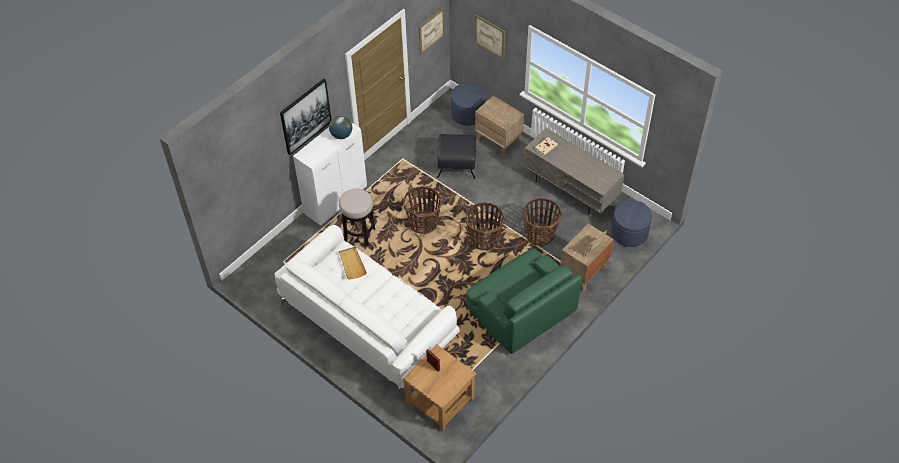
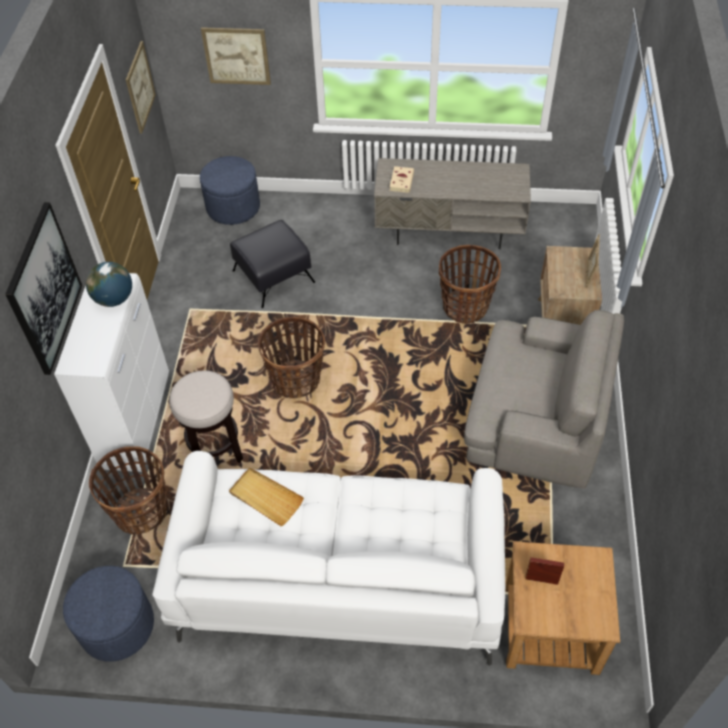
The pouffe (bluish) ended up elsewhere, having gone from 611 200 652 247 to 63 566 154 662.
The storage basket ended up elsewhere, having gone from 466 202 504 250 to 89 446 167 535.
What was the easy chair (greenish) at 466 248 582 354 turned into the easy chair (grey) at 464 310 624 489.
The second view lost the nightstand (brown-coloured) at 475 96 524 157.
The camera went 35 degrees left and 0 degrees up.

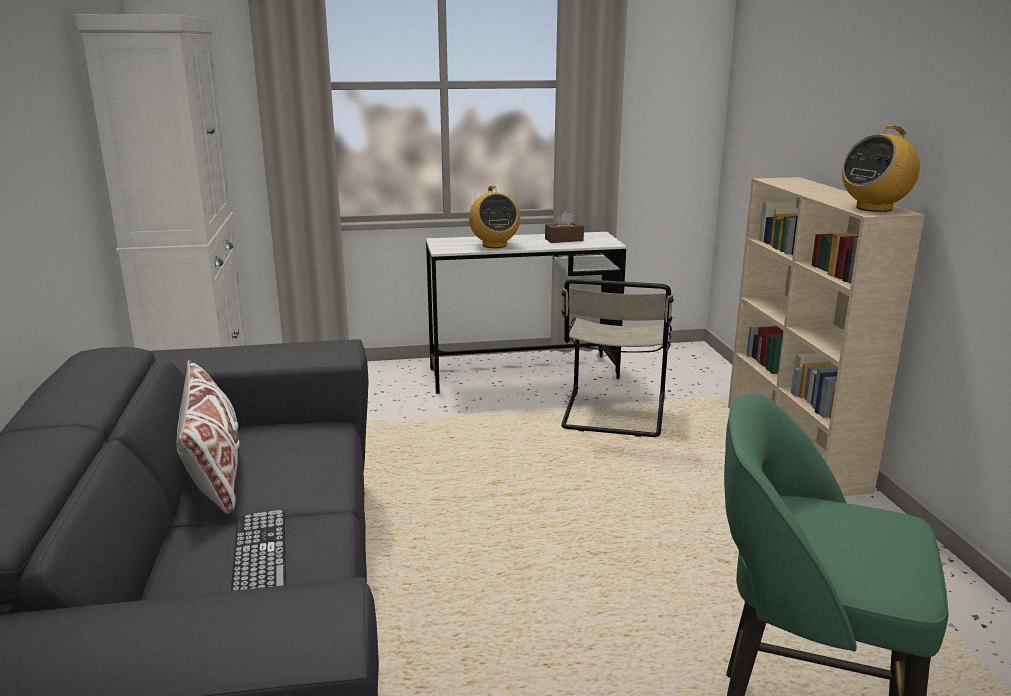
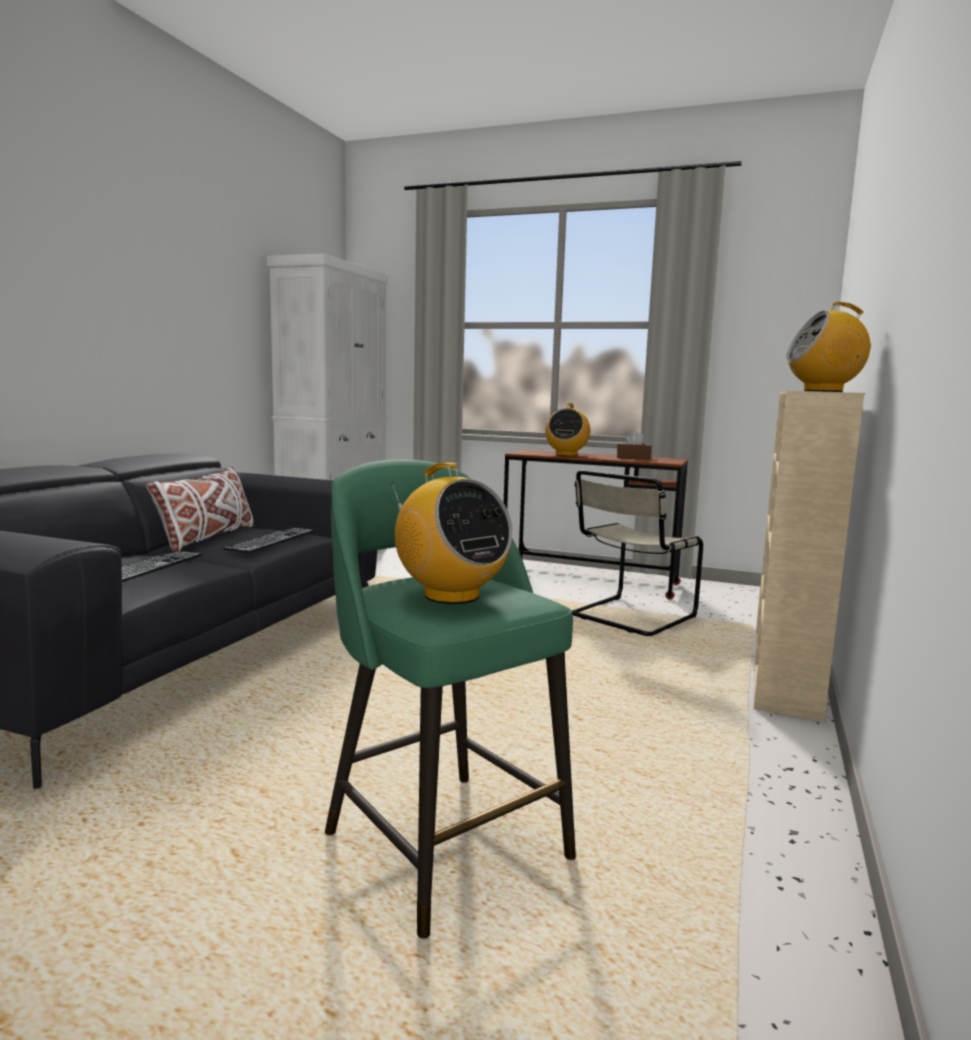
The second view gained the keyboard at 223 528 314 553.
The second view gained the radio set at 391 463 513 604.
What was the desk (white-coloured) at 426 232 627 394 turned into the desk (brown-coloured) at 504 450 688 600.
The camera went 30 degrees right and 10 degrees down.

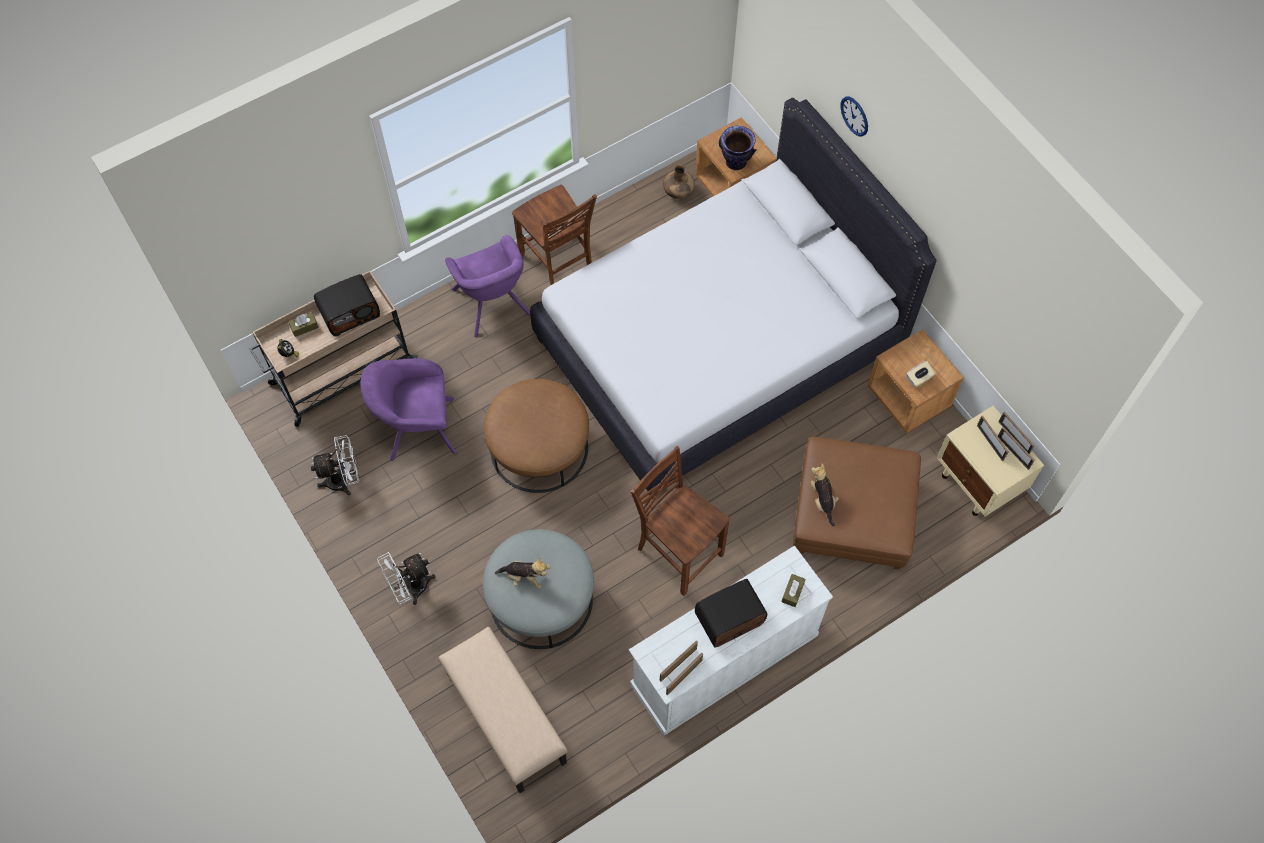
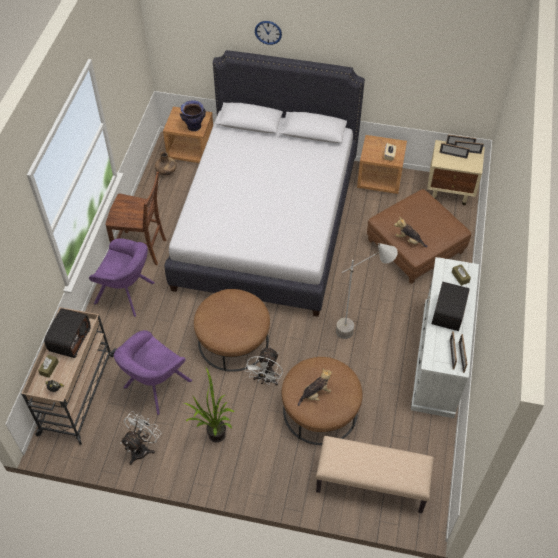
The second view gained the houseplant at 184 368 235 442.
The cooling fan (white-coloured) ended up elsewhere, having gone from 377 552 436 605 to 245 346 283 386.
What was the pouffe (grey) at 483 529 594 649 turned into the pouffe (brown-coloured) at 281 357 363 445.
Where the plain chair (brown-coloured) stood at 631 446 730 596, the standing lamp (grey) came to stand at 336 243 398 339.
The camera went 45 degrees left and 10 degrees down.

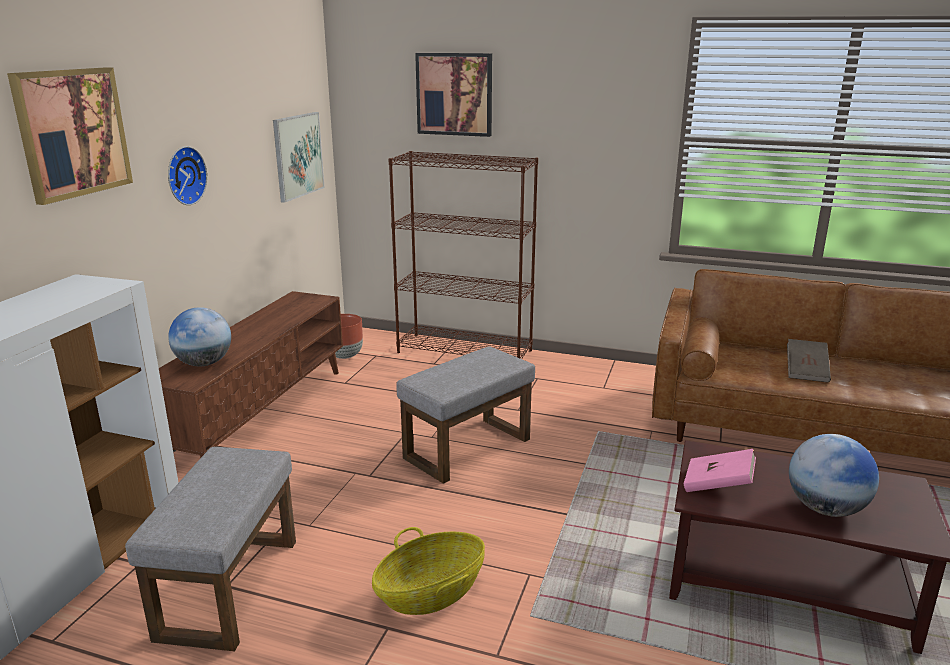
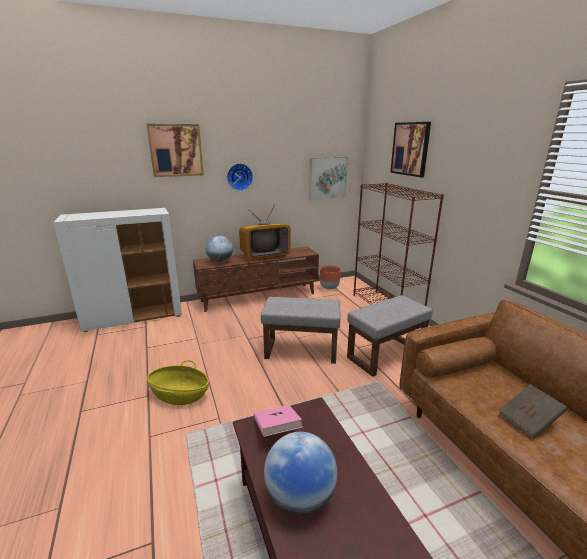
The second view gained the television at 239 205 291 261.
The pouffe (grey) ended up elsewhere, having gone from 125 447 296 651 to 347 295 433 377.
The camera went 50 degrees right and 0 degrees up.

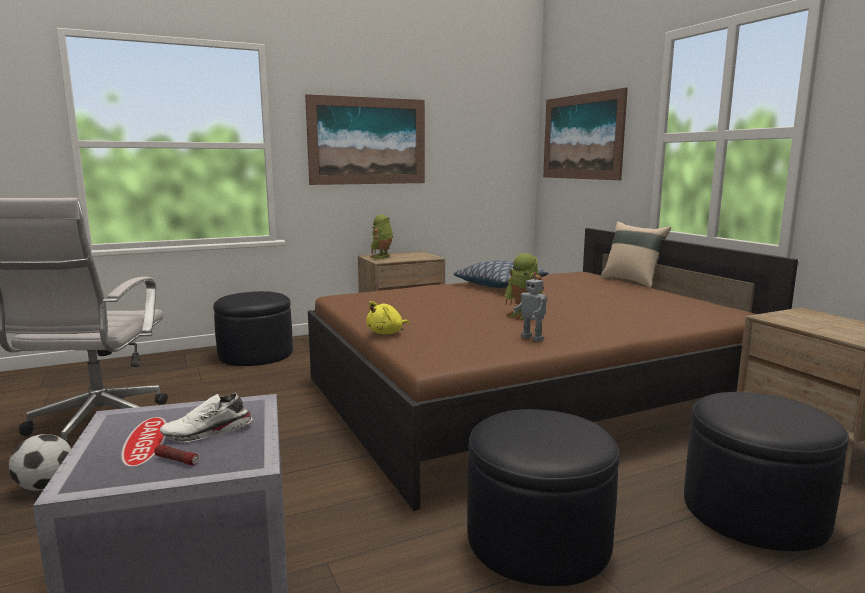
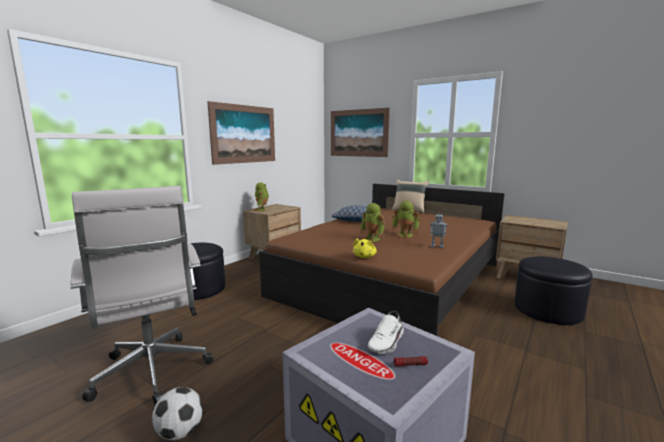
The second view gained the toy robot at 360 203 386 242.
The second view lost the pouffe (blackish) at 467 409 620 586.
The camera went 30 degrees left and 0 degrees up.

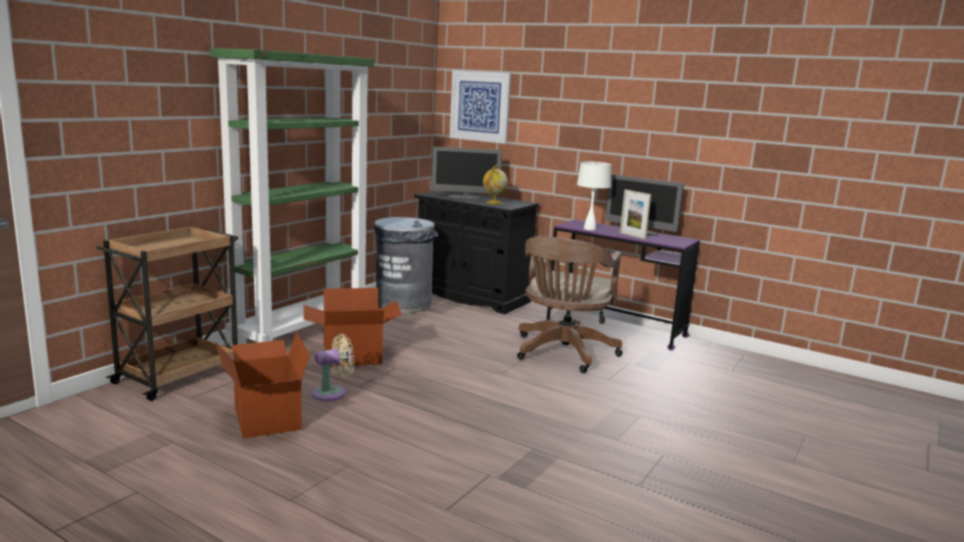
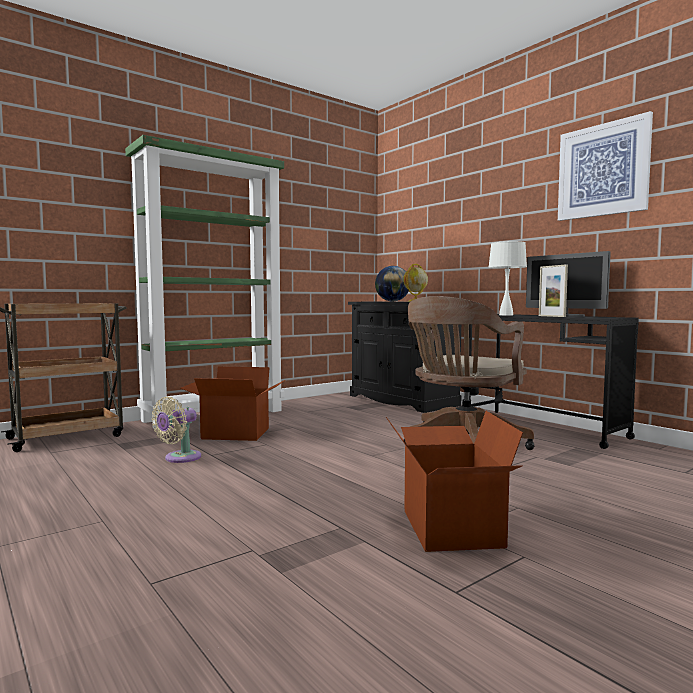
The cooling fan (beige-coloured) at 312 334 355 401 ended up facing another way, 135 degrees clockwise from before.
Where the computer screen stood at 431 147 502 199, the world globe came to stand at 375 266 409 302.
The carton ended up elsewhere, having gone from 216 331 310 439 to 386 411 523 552.
What was the desk (purplish) at 547 219 700 351 turned into the desk (blackish) at 469 314 639 449.
The wall picture ended up elsewhere, having gone from 450 70 511 144 to 558 111 653 221.
The second view lost the waste bin (grey) at 374 217 438 314.
The camera went 20 degrees right and 10 degrees down.

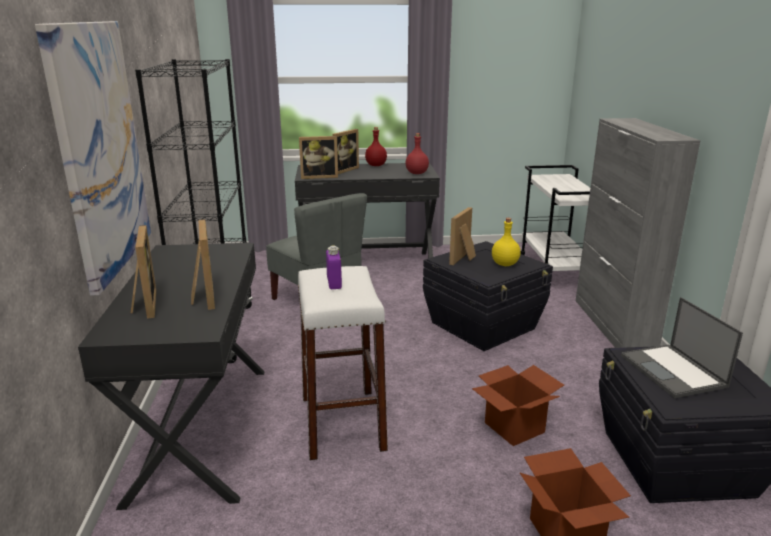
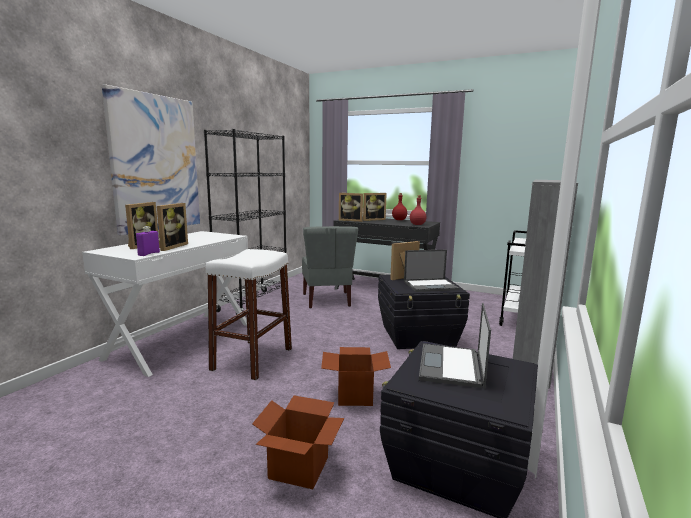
What was the desk (blackish) at 78 243 265 510 turned into the desk (white-coloured) at 82 231 248 377.
The beverage bottle (purplish) ended up elsewhere, having gone from 326 246 342 289 to 136 226 160 256.
Where the beverage bottle (yellow) stood at 492 218 521 266, the portable computer came to stand at 404 250 460 292.
The camera went 30 degrees right and 10 degrees down.

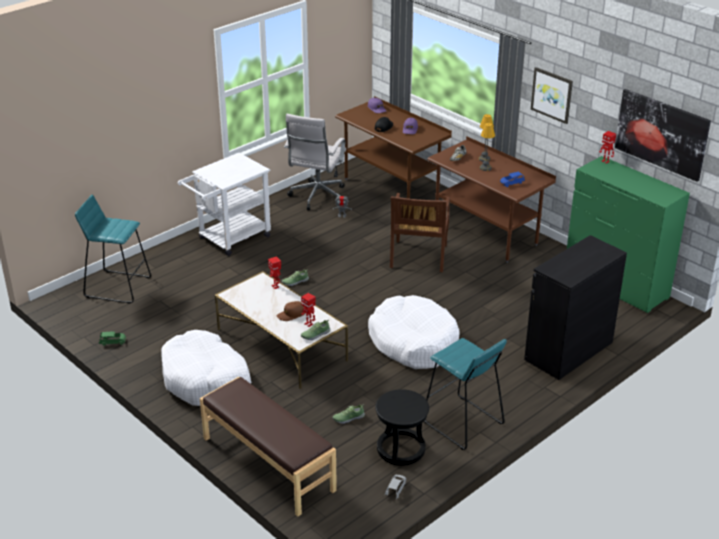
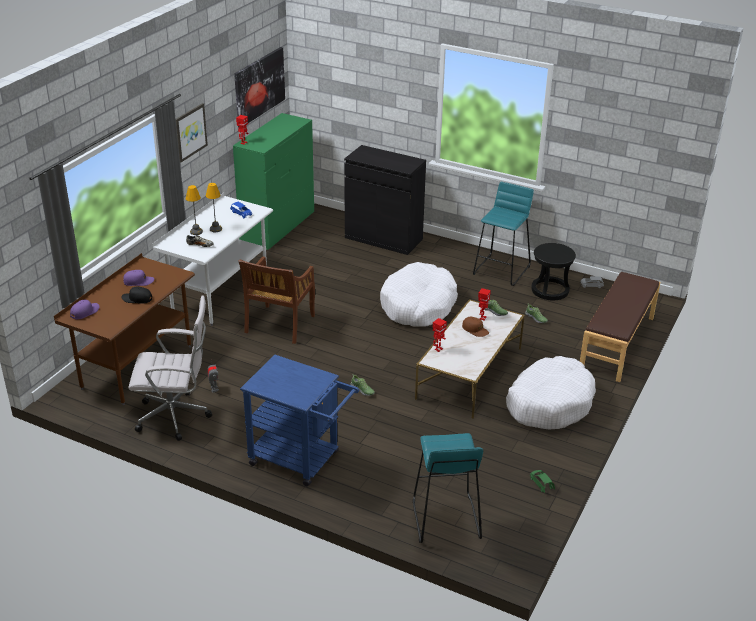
What was the desk (brown-coloured) at 427 136 556 263 turned into the desk (white-coloured) at 153 193 273 326.
The plain chair (brown-coloured) at 390 193 450 272 ended up facing another way, 120 degrees clockwise from before.
What was the wheeled cart (white-coloured) at 178 153 271 256 turned into the wheeled cart (bluish) at 240 355 359 486.
The camera went 110 degrees left and 0 degrees up.

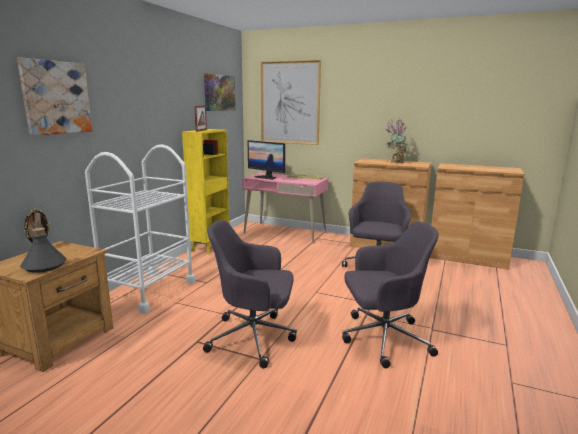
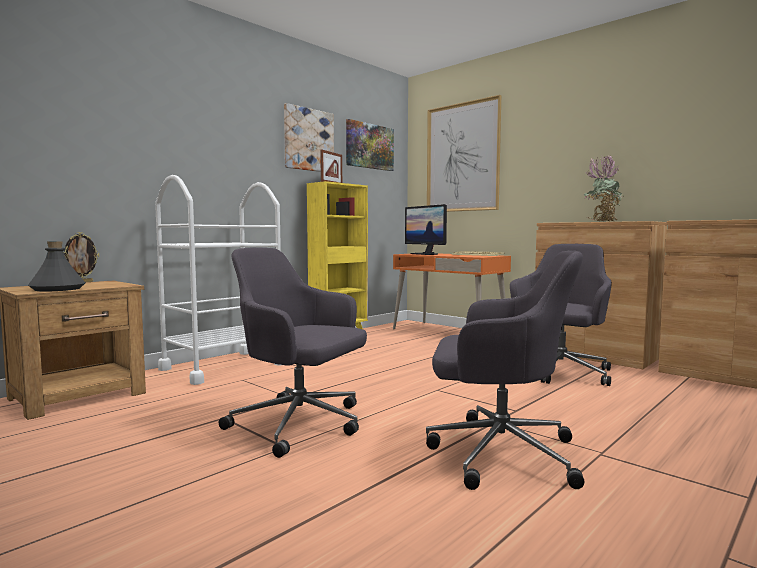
The wall picture ended up elsewhere, having gone from 17 58 92 136 to 284 103 334 172.
What was the desk (pinkish) at 242 173 328 244 turned into the desk (orange) at 393 253 511 329.
The camera went 20 degrees right and 10 degrees down.

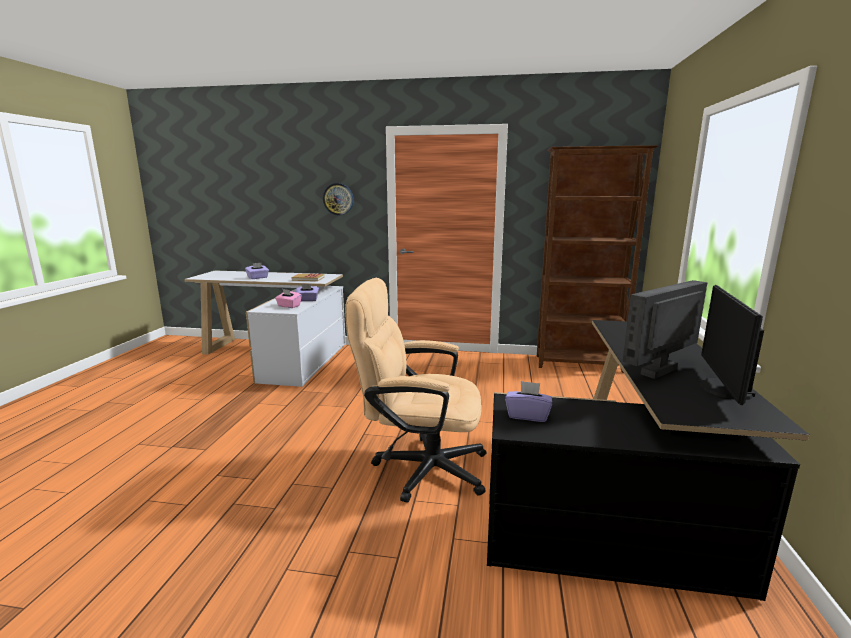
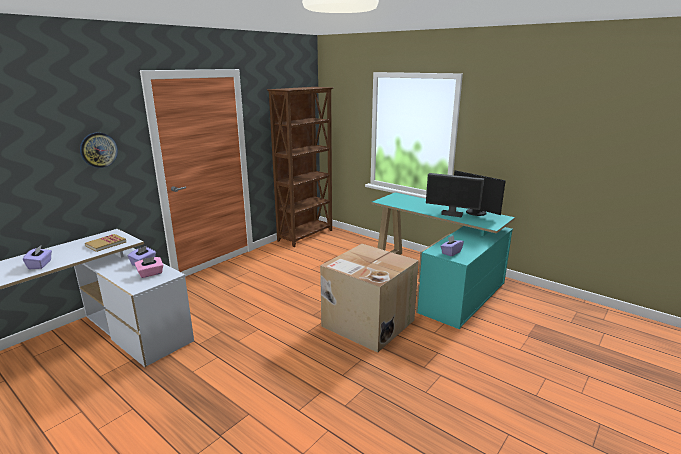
Where the office chair (beige-coloured) stood at 345 278 487 503, the carton came to stand at 320 244 419 353.
What was the desk (blackish) at 487 320 809 601 turned into the desk (turquoise) at 371 192 515 329.
The computer screen at 622 280 708 379 ended up facing another way, 60 degrees counterclockwise from before.
The camera went 60 degrees left and 5 degrees up.

